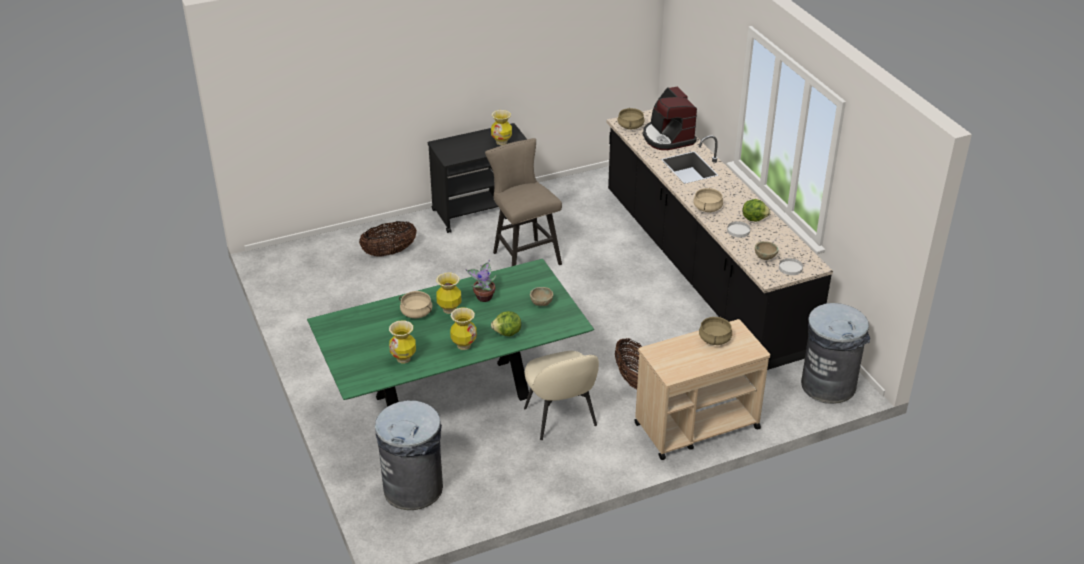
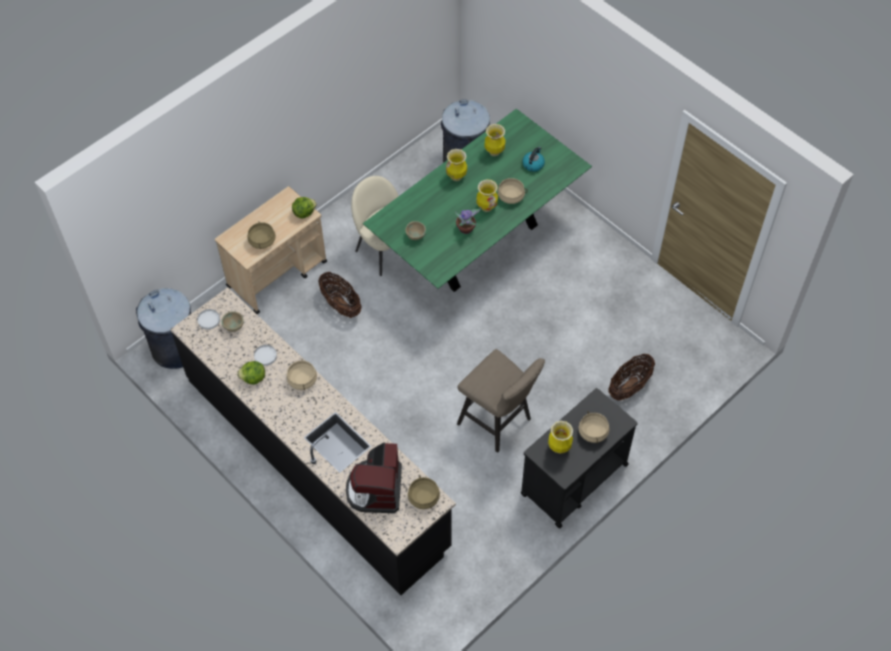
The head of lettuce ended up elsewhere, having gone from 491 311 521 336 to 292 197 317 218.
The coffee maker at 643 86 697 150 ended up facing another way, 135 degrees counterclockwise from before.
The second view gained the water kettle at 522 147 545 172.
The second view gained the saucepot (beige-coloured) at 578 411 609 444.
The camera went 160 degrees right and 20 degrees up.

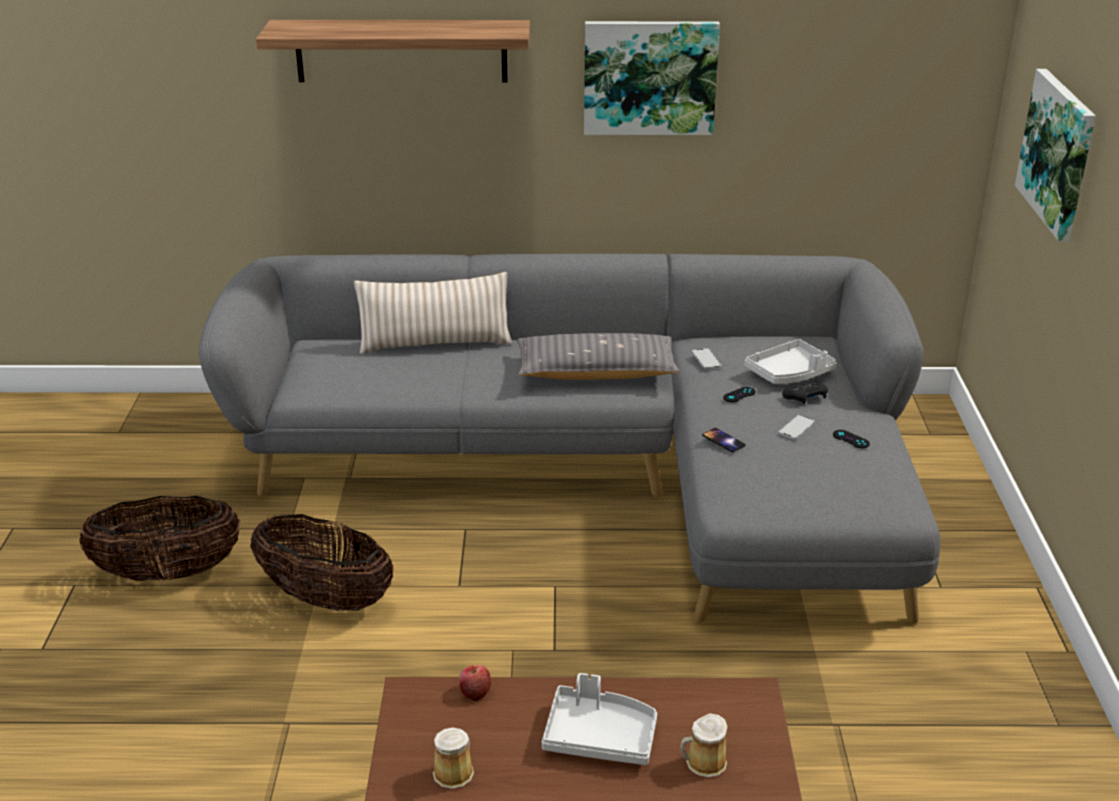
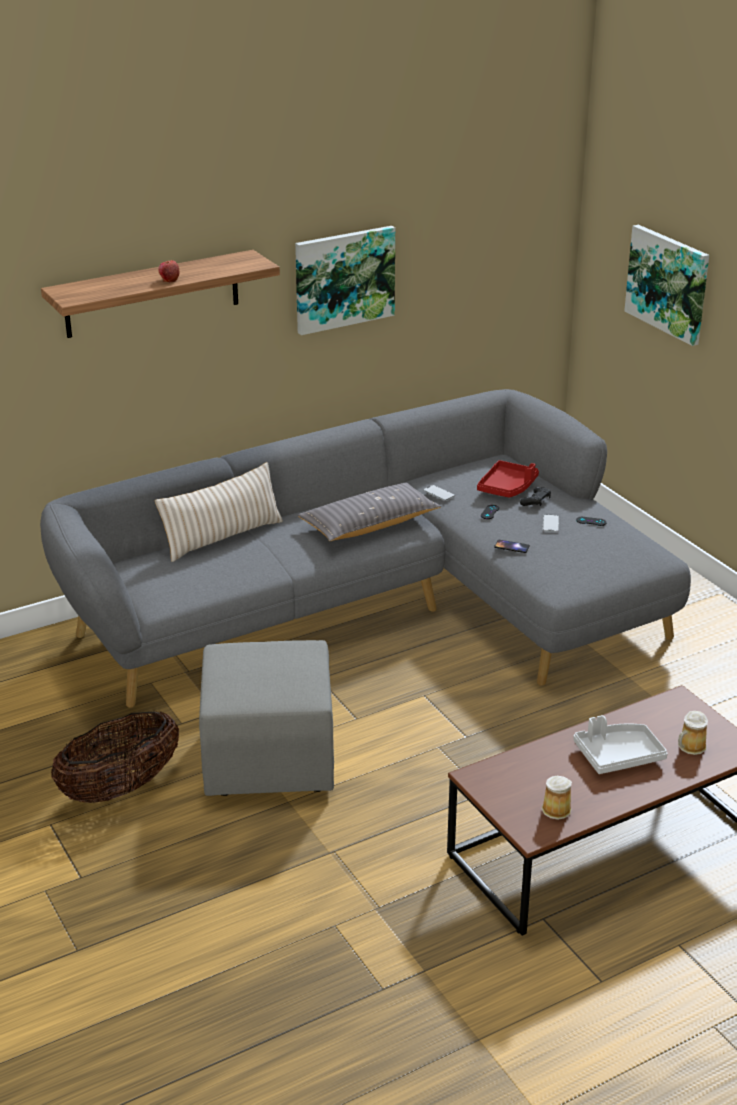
The apple ended up elsewhere, having gone from 459 665 491 701 to 158 260 180 282.
Where the storage basket stood at 250 514 394 611, the pouffe (grey) came to stand at 199 640 334 796.
What was the tray (grey) at 745 339 837 384 turned into the tray (reddish) at 477 460 539 498.
The camera went 30 degrees left and 0 degrees up.

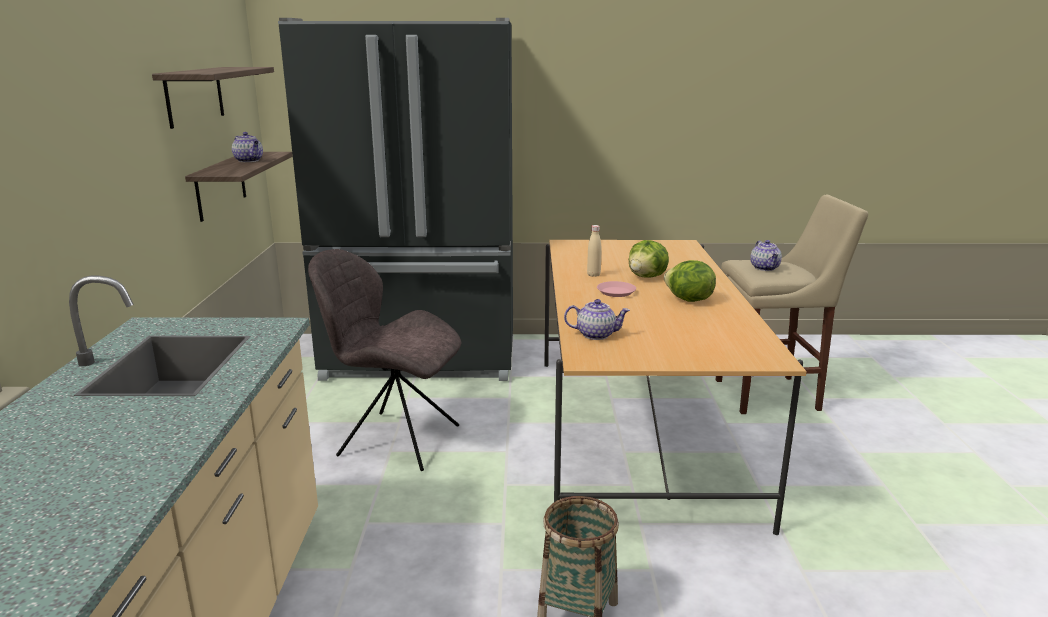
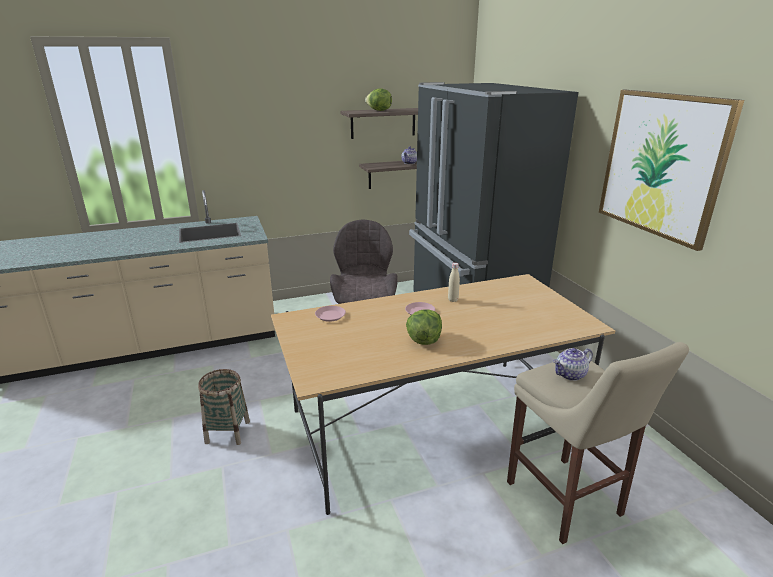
Where the tea pot stood at 564 299 630 340, the plate (pinkish) came to stand at 315 306 346 322.
The head of lettuce ended up elsewhere, having gone from 629 240 669 278 to 365 88 392 111.
The second view gained the wall picture at 599 90 744 251.
The camera went 70 degrees right and 5 degrees up.

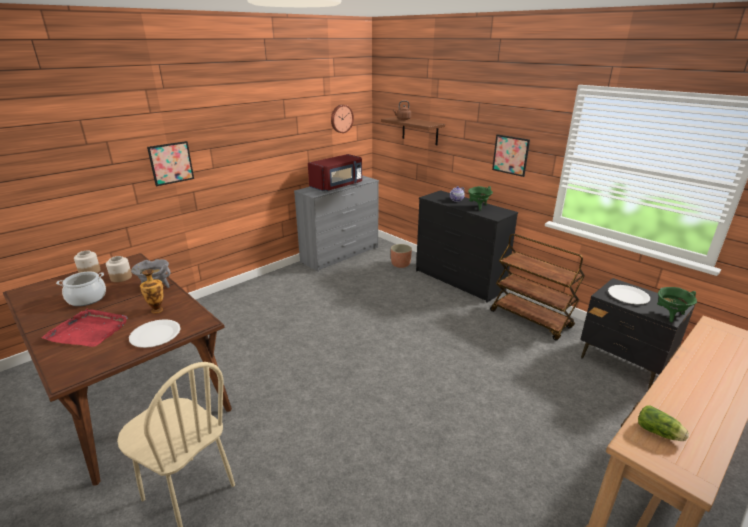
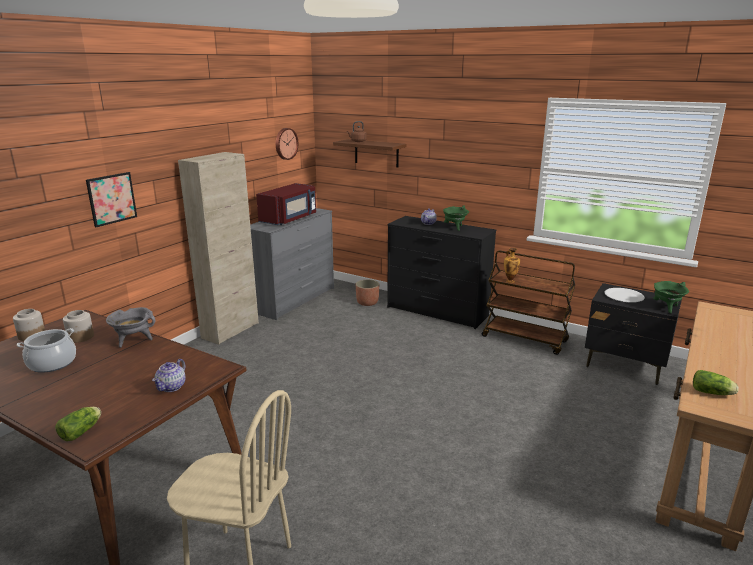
The second view gained the head of lettuce at 55 407 101 441.
Where the plate (white-coloured) stood at 129 319 181 348, the tea pot came to stand at 152 359 186 392.
The second view gained the cupboard (beige-coloured) at 178 152 259 345.
The flower vase ended up elsewhere, having gone from 140 269 164 313 to 504 248 520 283.
The second view lost the tray (reddish) at 42 309 128 347.
The second view lost the wall picture at 492 134 530 177.
The camera went 15 degrees left and 5 degrees down.

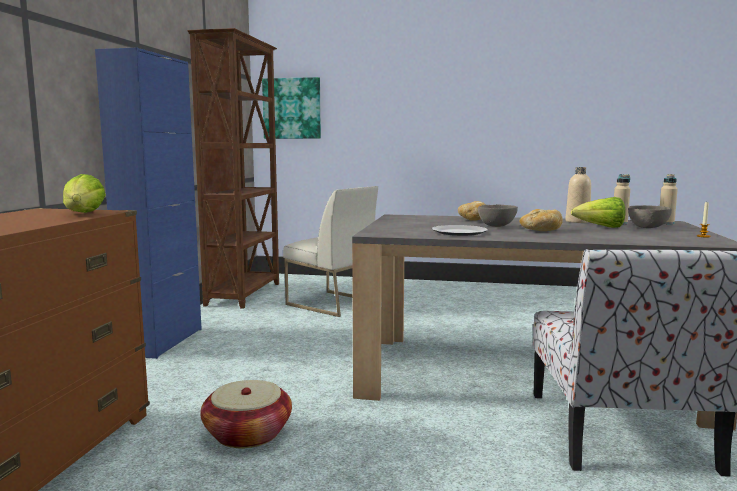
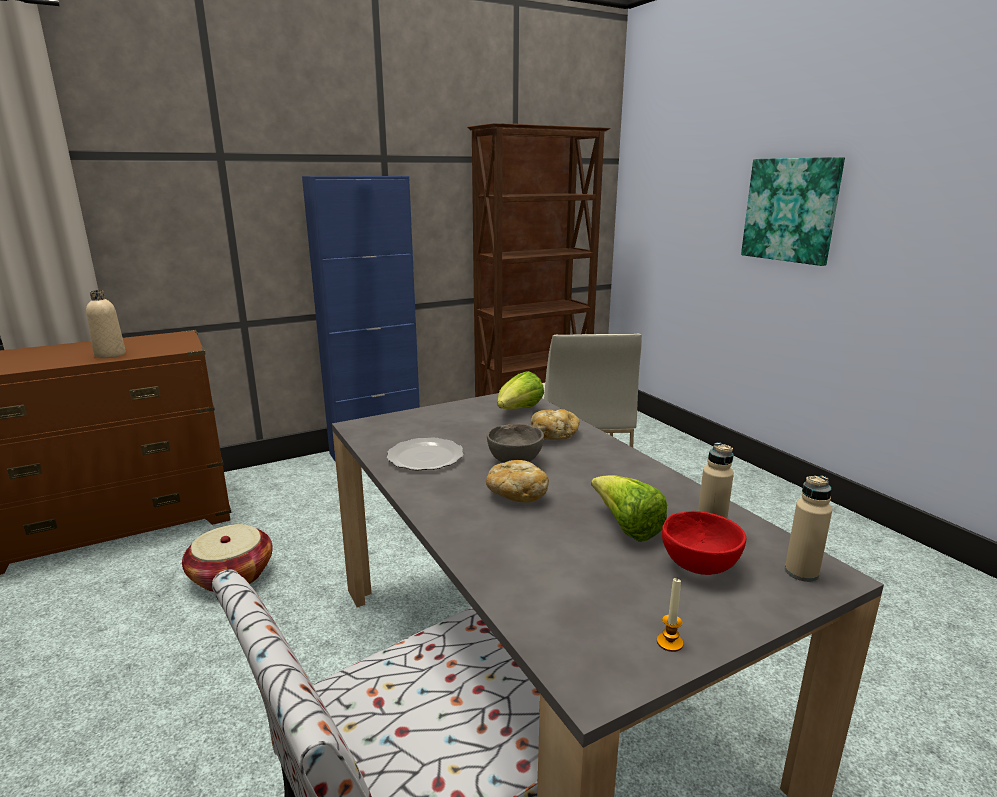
The beverage bottle (beige-coloured) ended up elsewhere, having gone from 566 167 591 223 to 86 290 126 358.
The head of lettuce ended up elsewhere, having gone from 63 174 106 213 to 498 371 544 409.
What was the bowl (grey) at 628 205 672 228 turned into the bowl (reddish) at 662 511 746 575.
The wall picture ended up elsewhere, having gone from 262 77 321 139 to 741 157 845 266.
The camera went 50 degrees right and 10 degrees up.

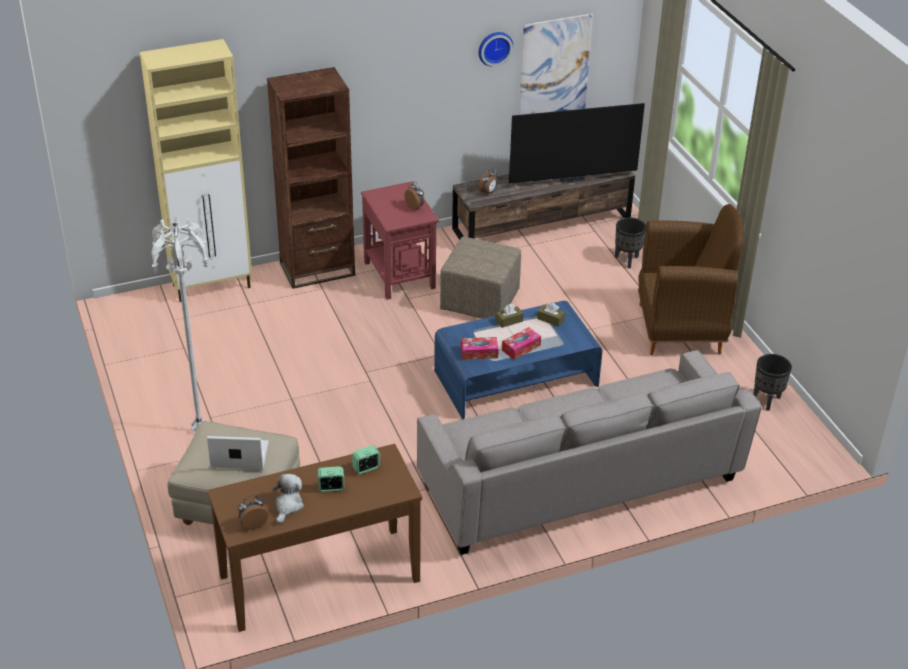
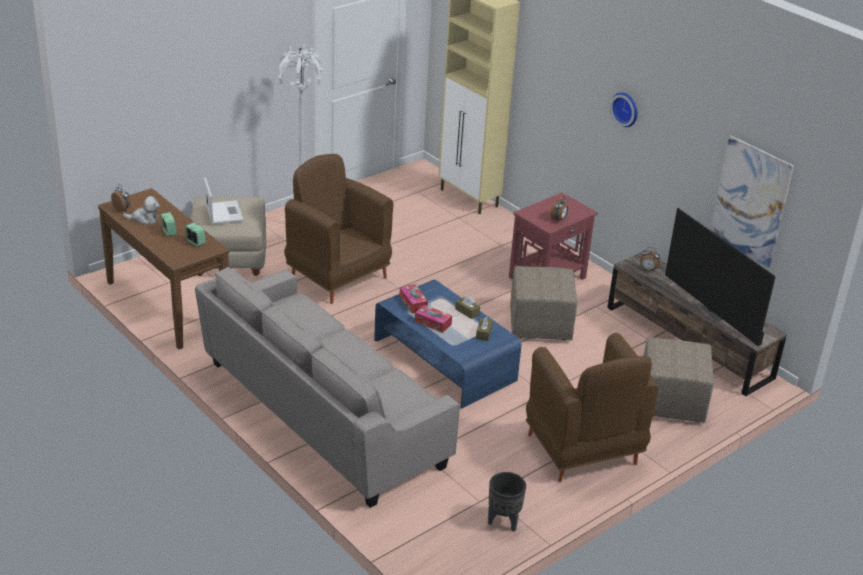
The second view gained the easy chair (brown-coloured) at 284 154 394 304.
The clock on the wall ended up elsewhere, having gone from 478 32 513 67 to 610 92 638 127.
Where the plant pot (blackish) stood at 615 217 646 268, the pouffe (beige-coloured) came to stand at 644 337 714 423.
The second view lost the bookshelf (brown-coloured) at 267 67 355 289.
The camera went 70 degrees right and 5 degrees down.

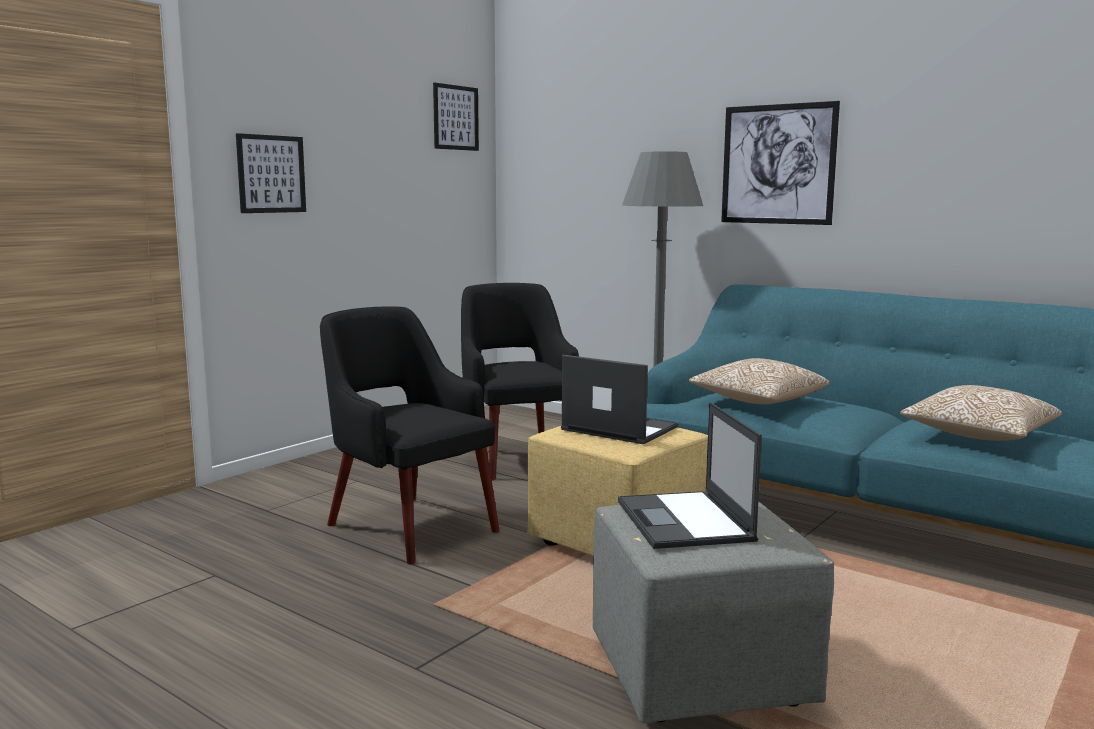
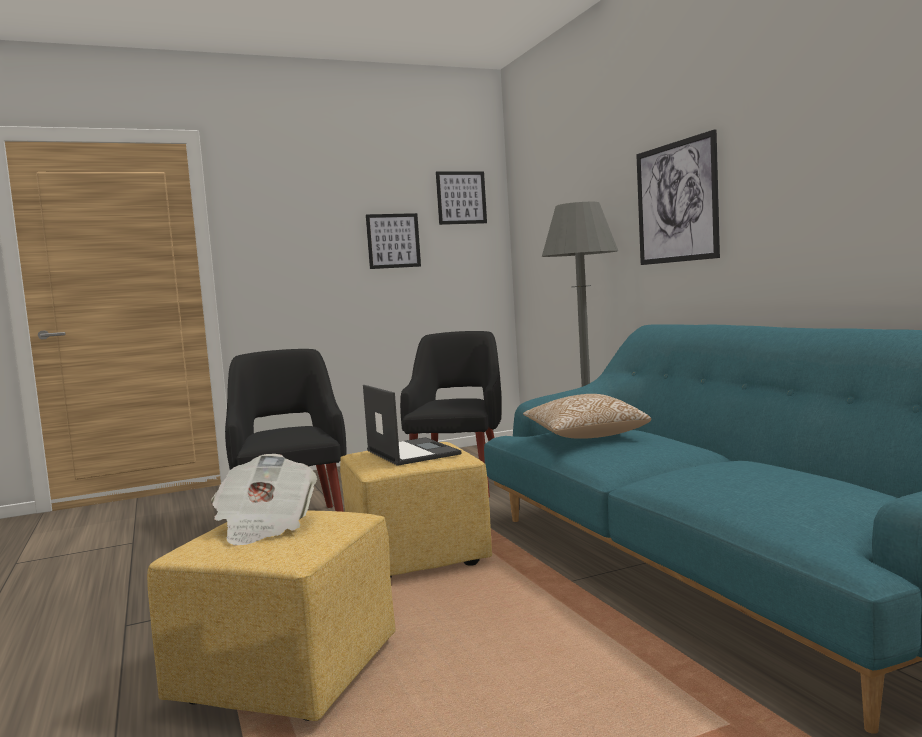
What was the pouffe (grey) at 593 501 834 724 turned into the pouffe (yellow) at 147 511 396 721.
Where the portable computer stood at 618 402 762 549, the printed paper came to stand at 211 454 317 545.
The wall picture ended up elsewhere, having gone from 236 133 306 213 to 366 213 421 269.
The second view lost the pillow at 900 385 1062 441.
The camera went 30 degrees right and 5 degrees down.

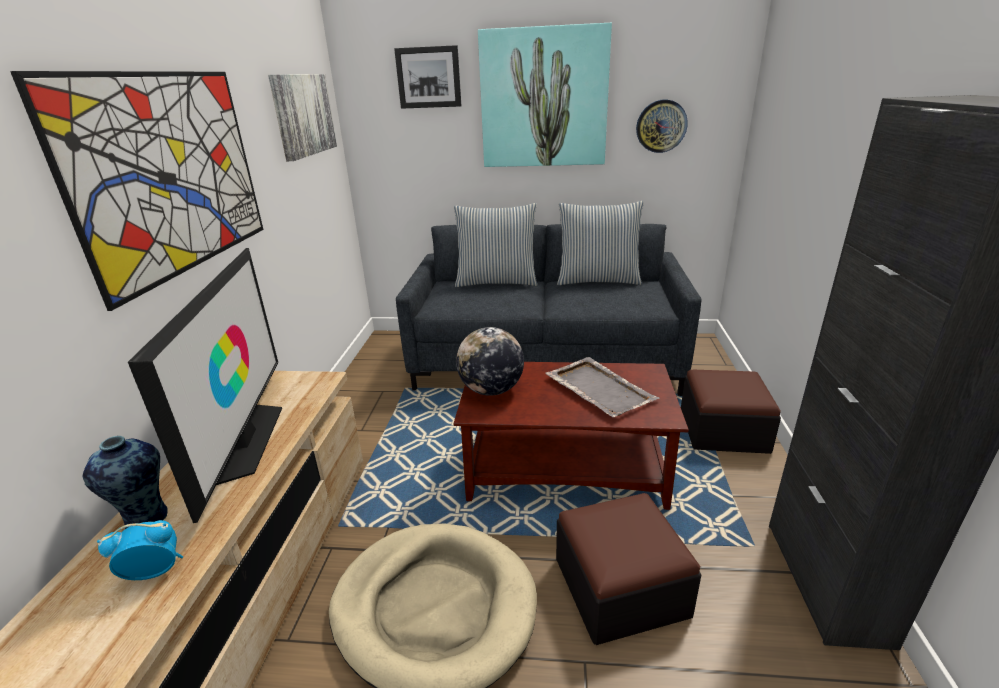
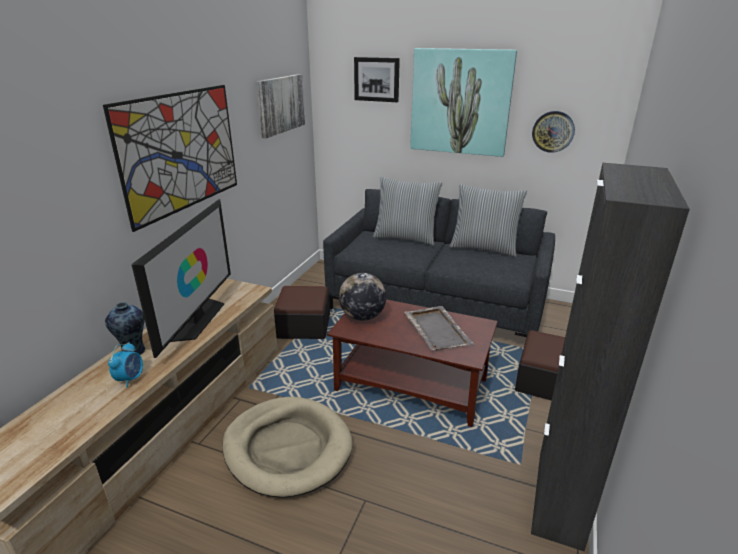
The table clock at 97 520 183 580 ended up facing another way, 105 degrees clockwise from before.
The pouffe ended up elsewhere, having gone from 556 493 702 645 to 274 286 330 339.
The camera went 15 degrees right and 0 degrees up.

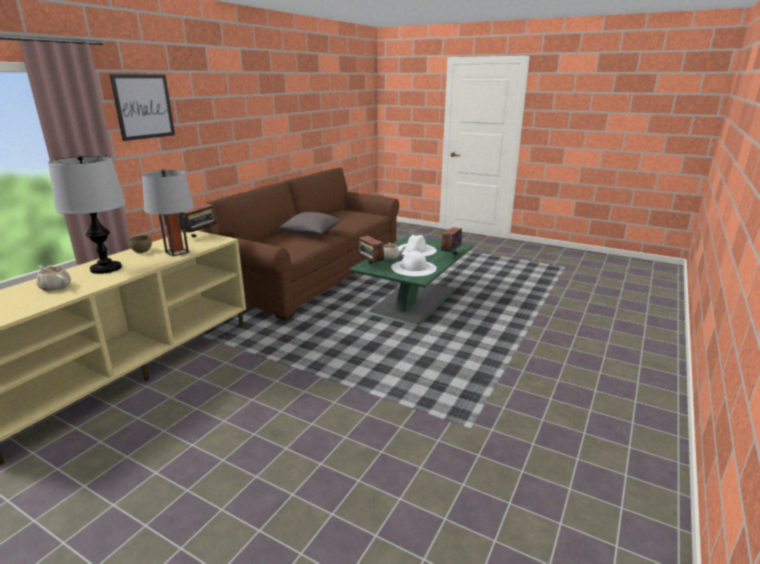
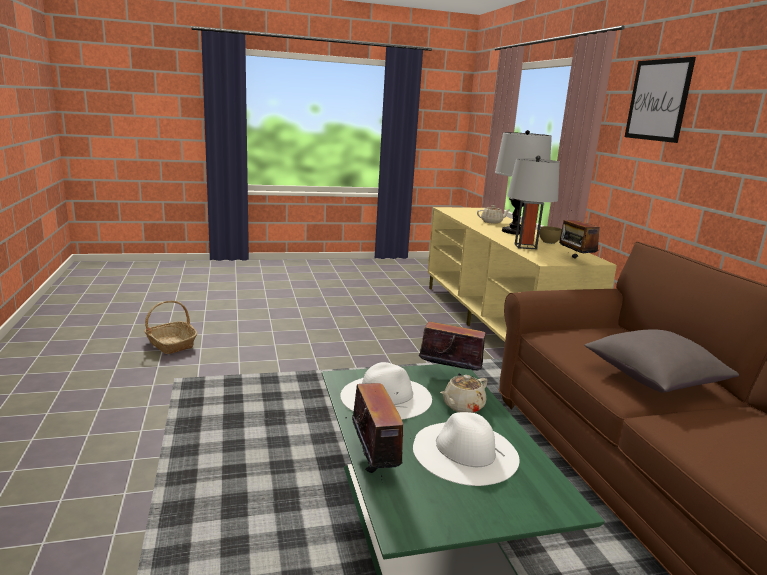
The second view gained the storage basket at 144 301 197 354.
The camera went 135 degrees right and 5 degrees down.

